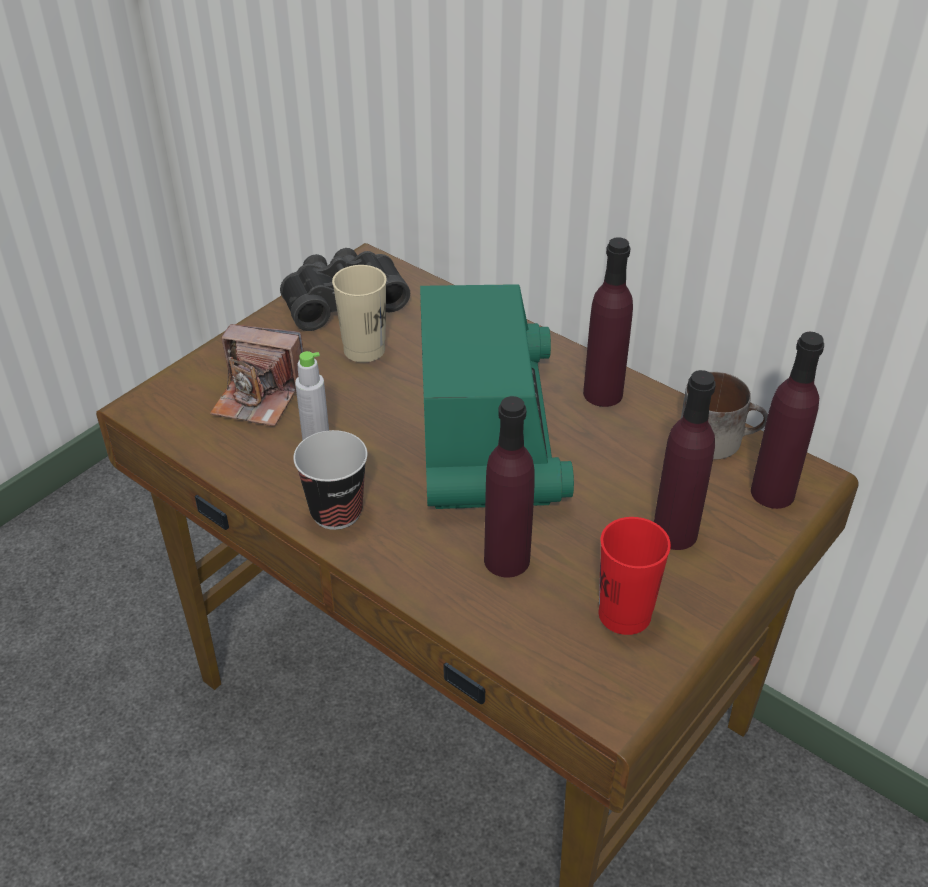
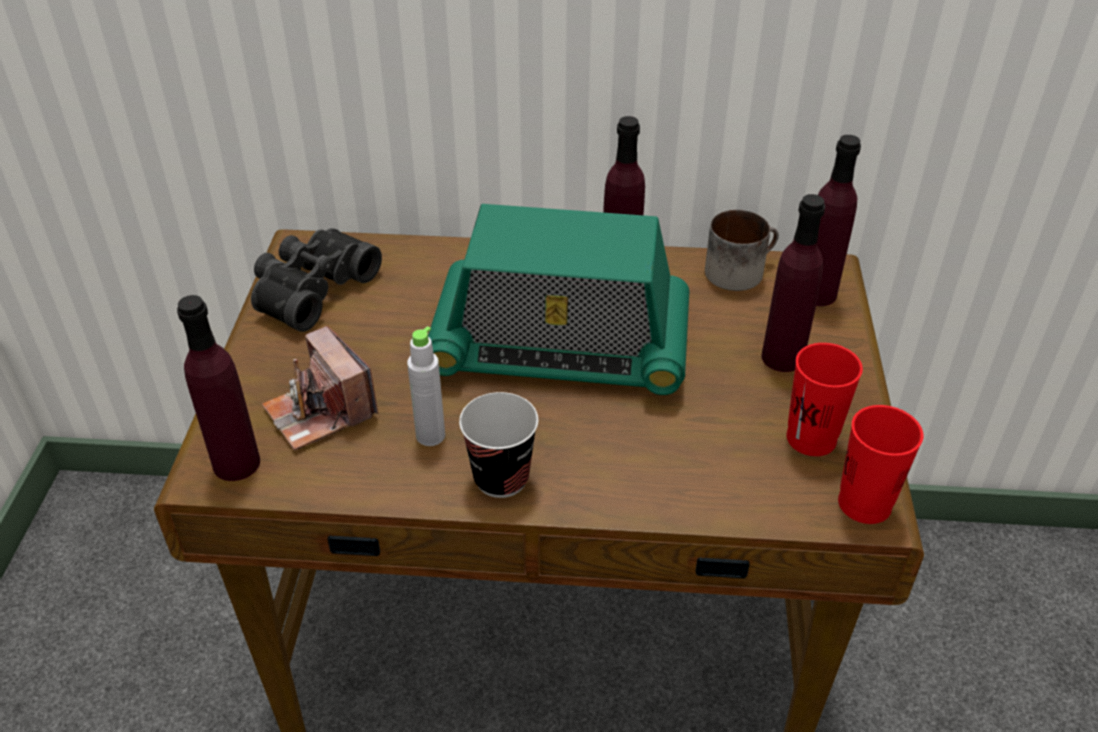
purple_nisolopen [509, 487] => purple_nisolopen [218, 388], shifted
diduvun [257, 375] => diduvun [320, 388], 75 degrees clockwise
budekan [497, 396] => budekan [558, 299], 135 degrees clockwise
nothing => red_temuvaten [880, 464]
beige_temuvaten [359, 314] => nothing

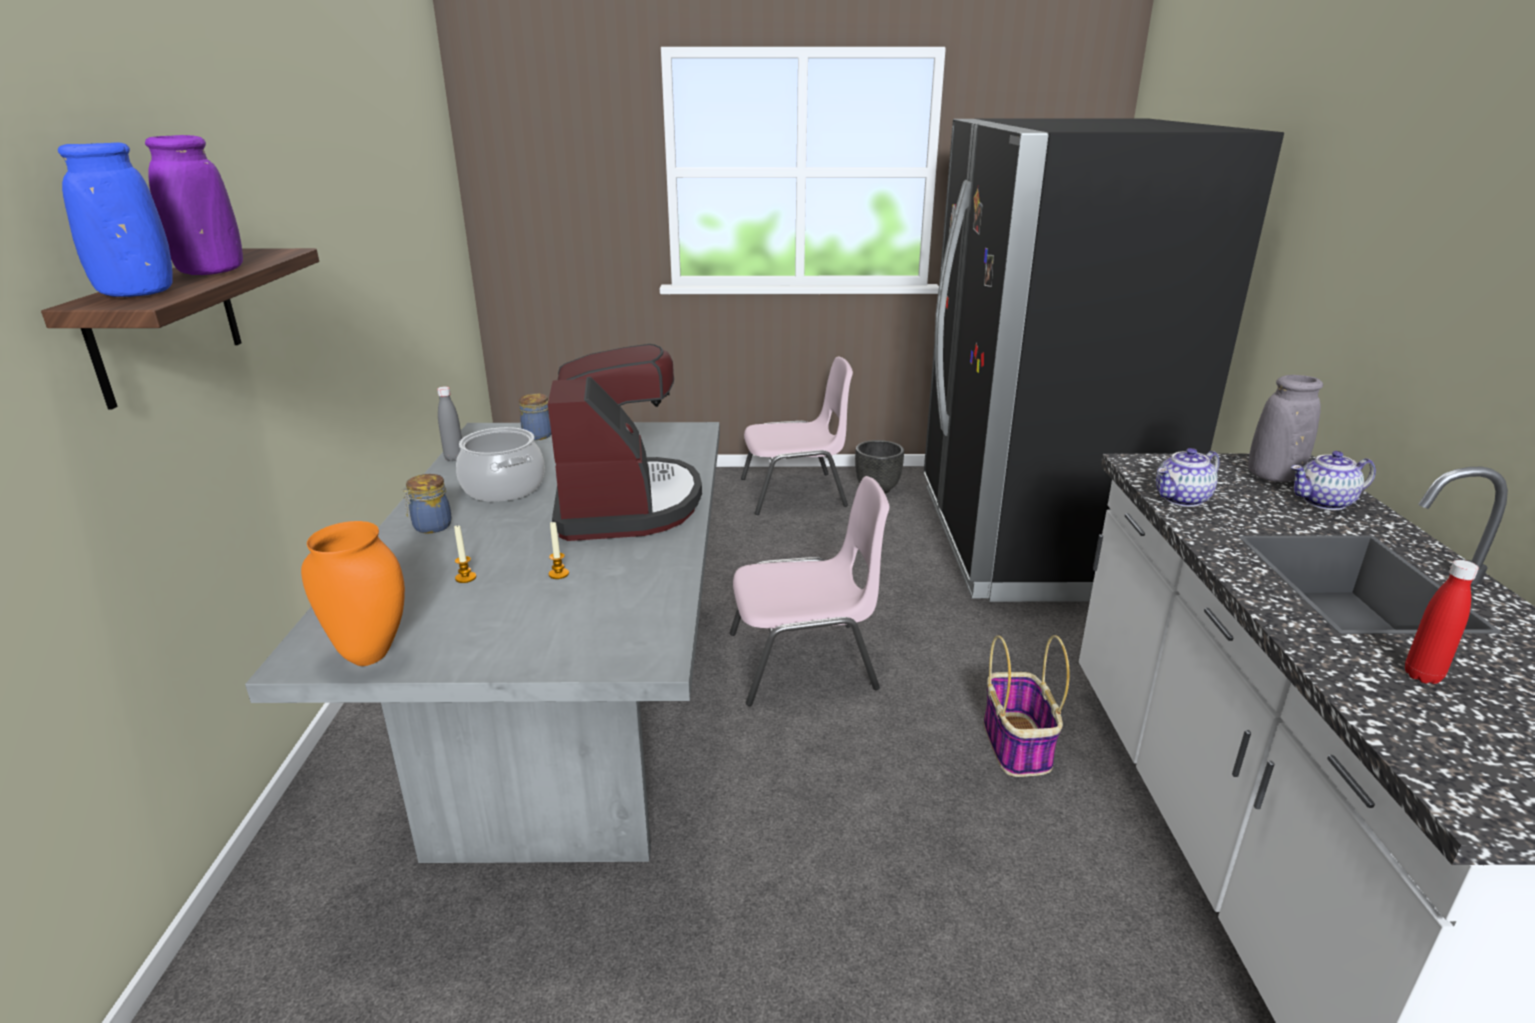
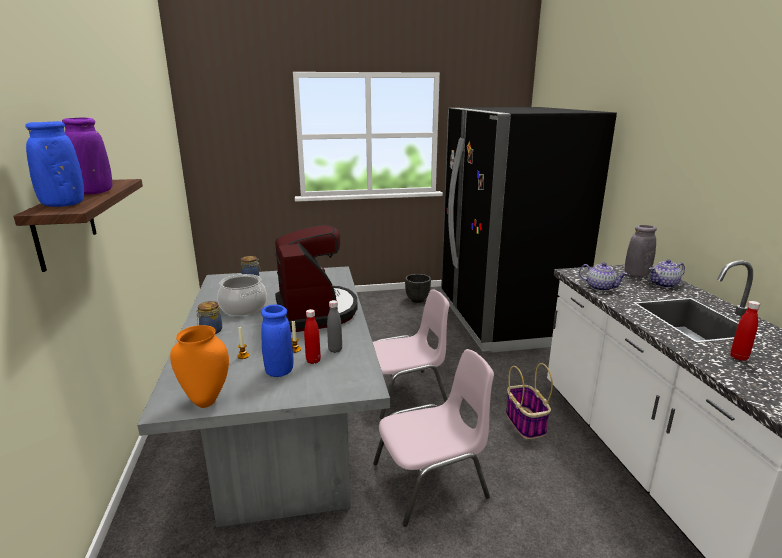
nothing => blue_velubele [277, 340]
nothing => red_nisolopen [312, 336]
grey_nisolopen [449, 423] => grey_nisolopen [334, 326], shifted
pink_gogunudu [797, 436] => pink_gogunudu [433, 438], shifted
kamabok [1187, 477] => kamabok [603, 276], 105 degrees counterclockwise

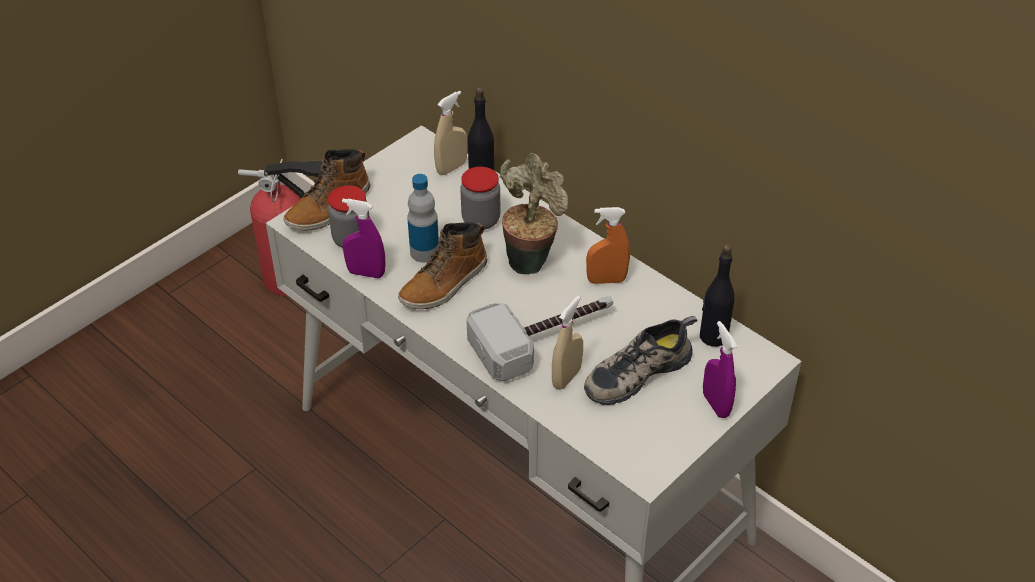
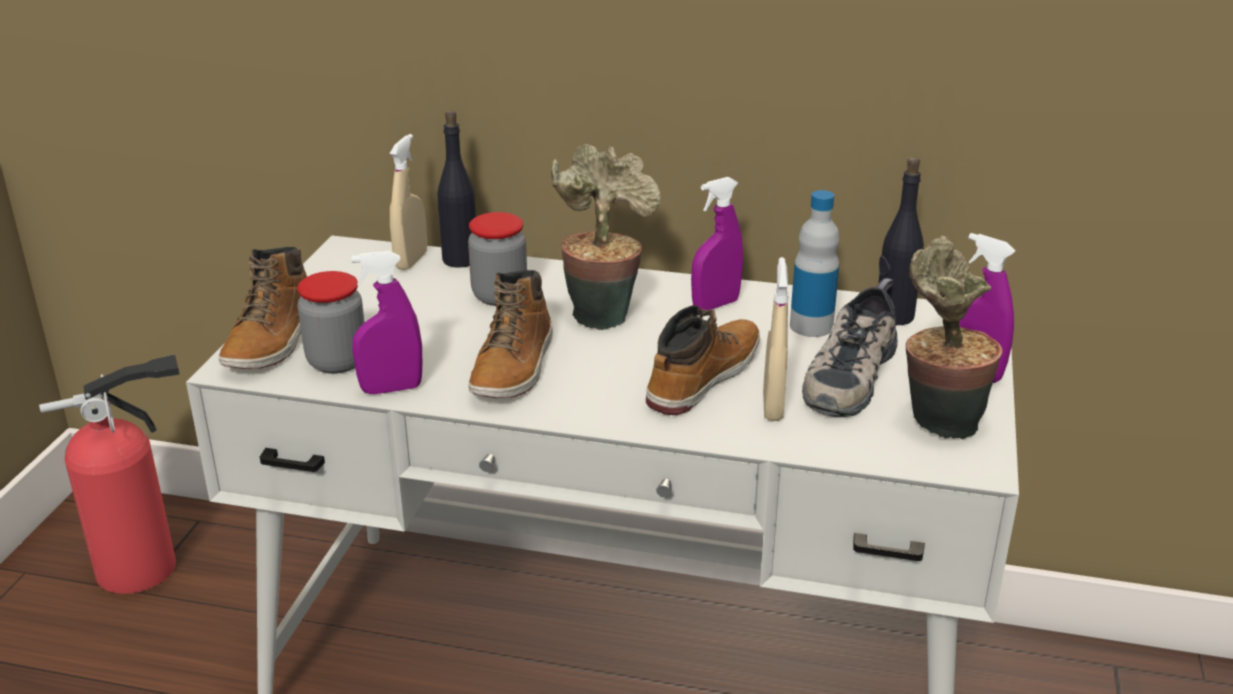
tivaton [540, 338] => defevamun [702, 360]
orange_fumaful [608, 245] => purple_fumaful [717, 243]
nisolopen [423, 218] => nisolopen [815, 263], shifted
nothing => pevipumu [954, 337]

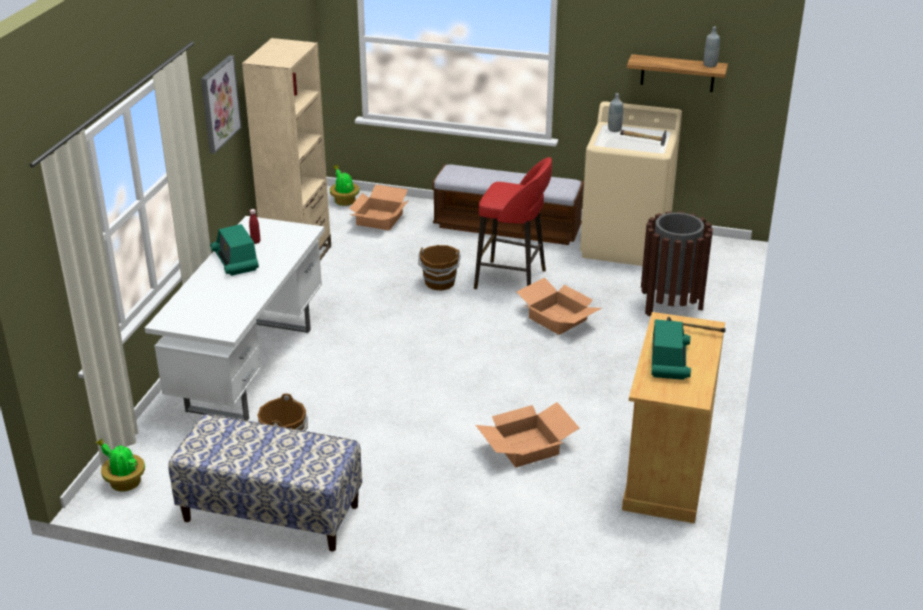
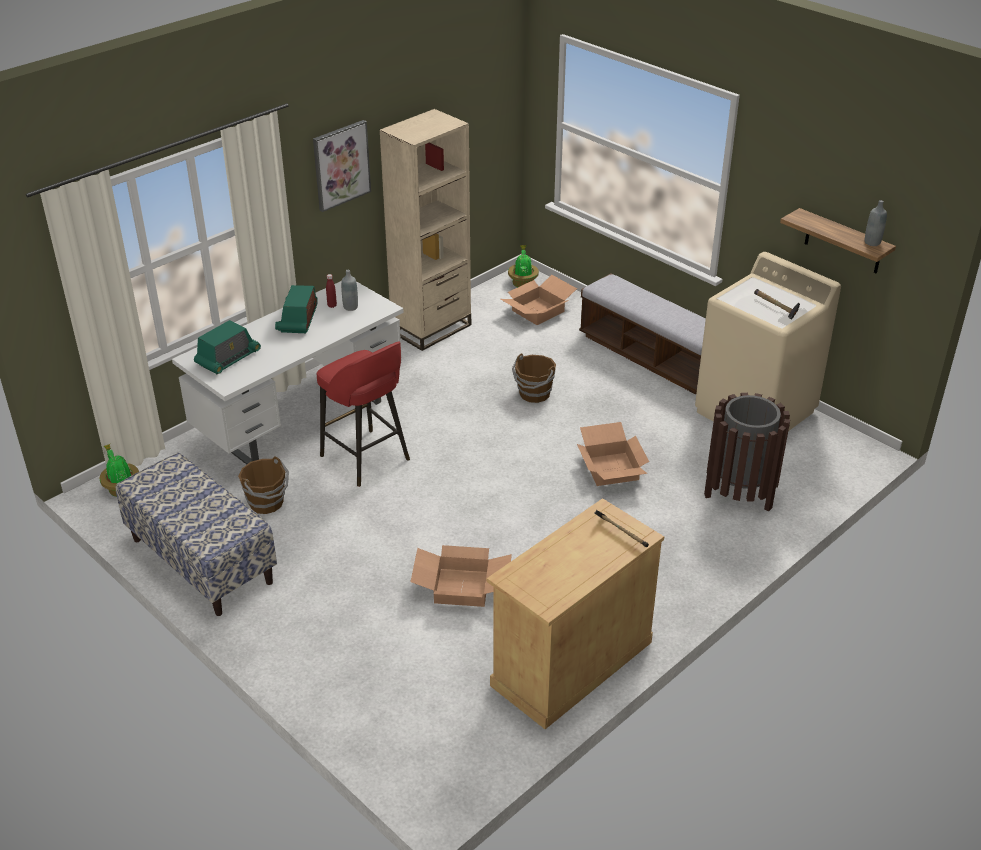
budekan [671, 349] => budekan [227, 347], shifted
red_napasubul [513, 223] => red_napasubul [363, 414], shifted
grey_nisolopen [615, 112] => grey_nisolopen [349, 290], shifted

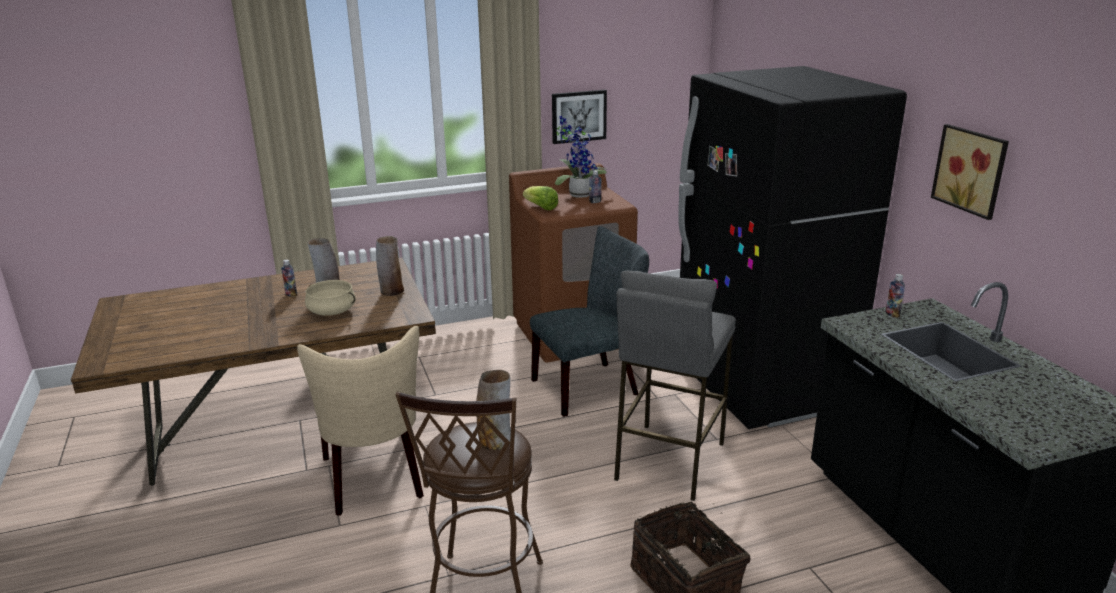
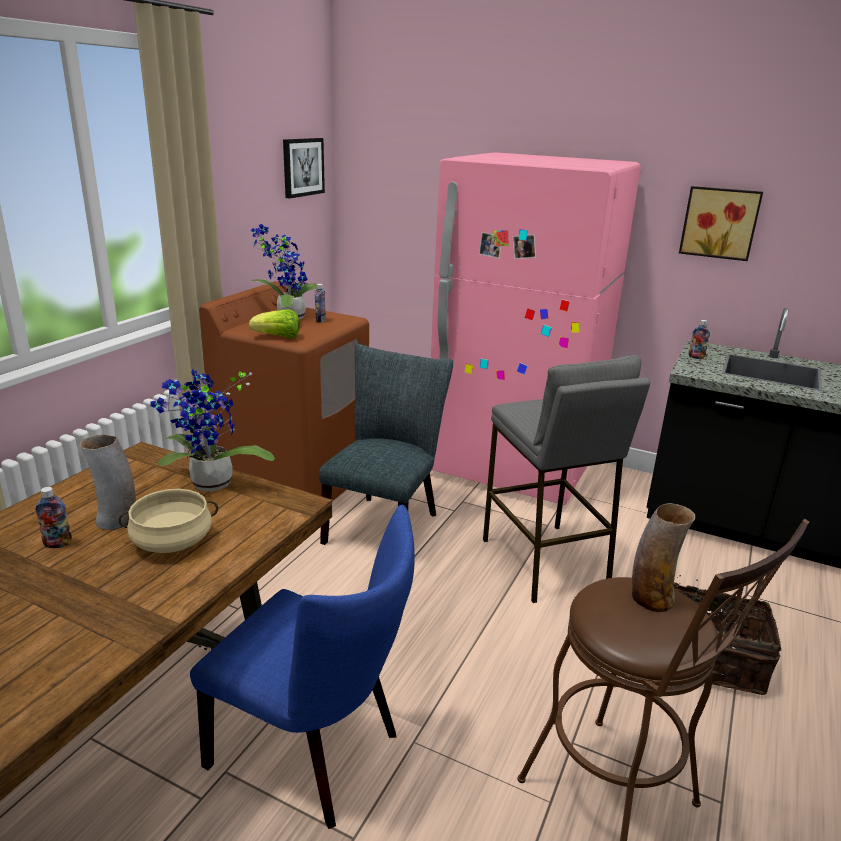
velubele [390, 266] => pevipumu [212, 430]
beige_gogunudu [360, 421] => blue_gogunudu [302, 667]
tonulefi [579, 117] => tonulefi [304, 168], shifted
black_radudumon [792, 247] => pink_radudumon [536, 328]

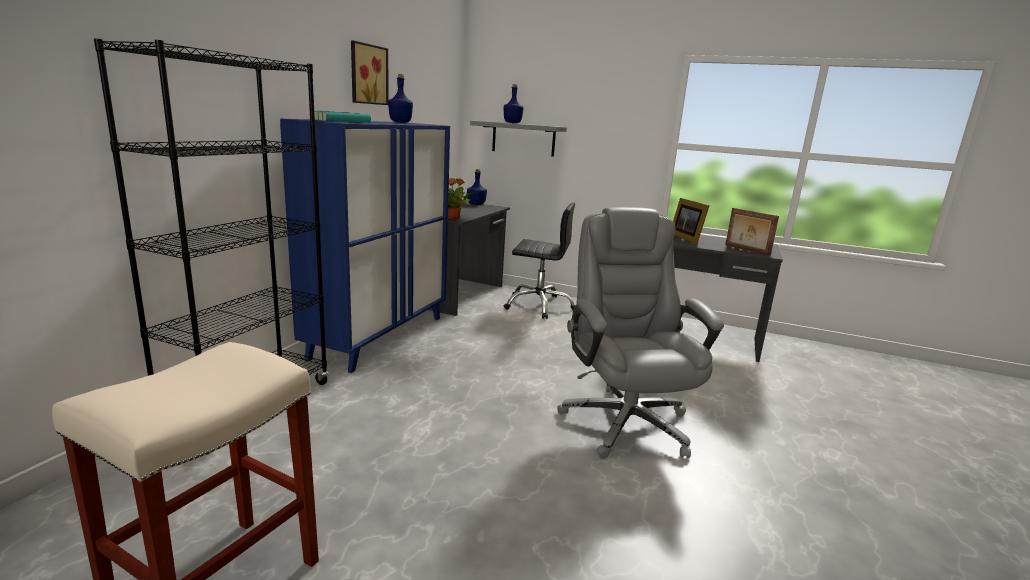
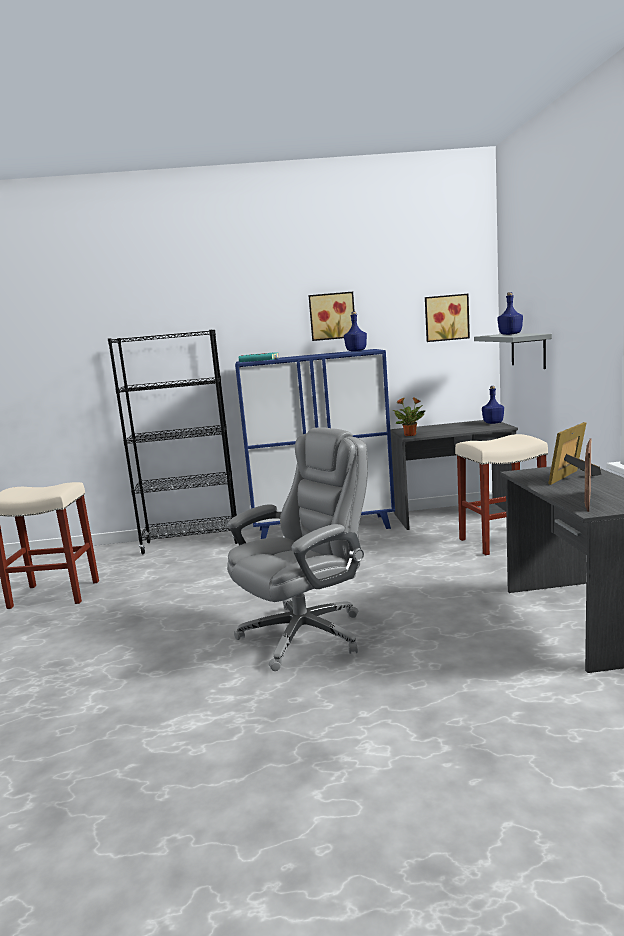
nothing => tonulefi [447, 318]
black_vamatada [539, 260] => beige_napasubul [501, 494]

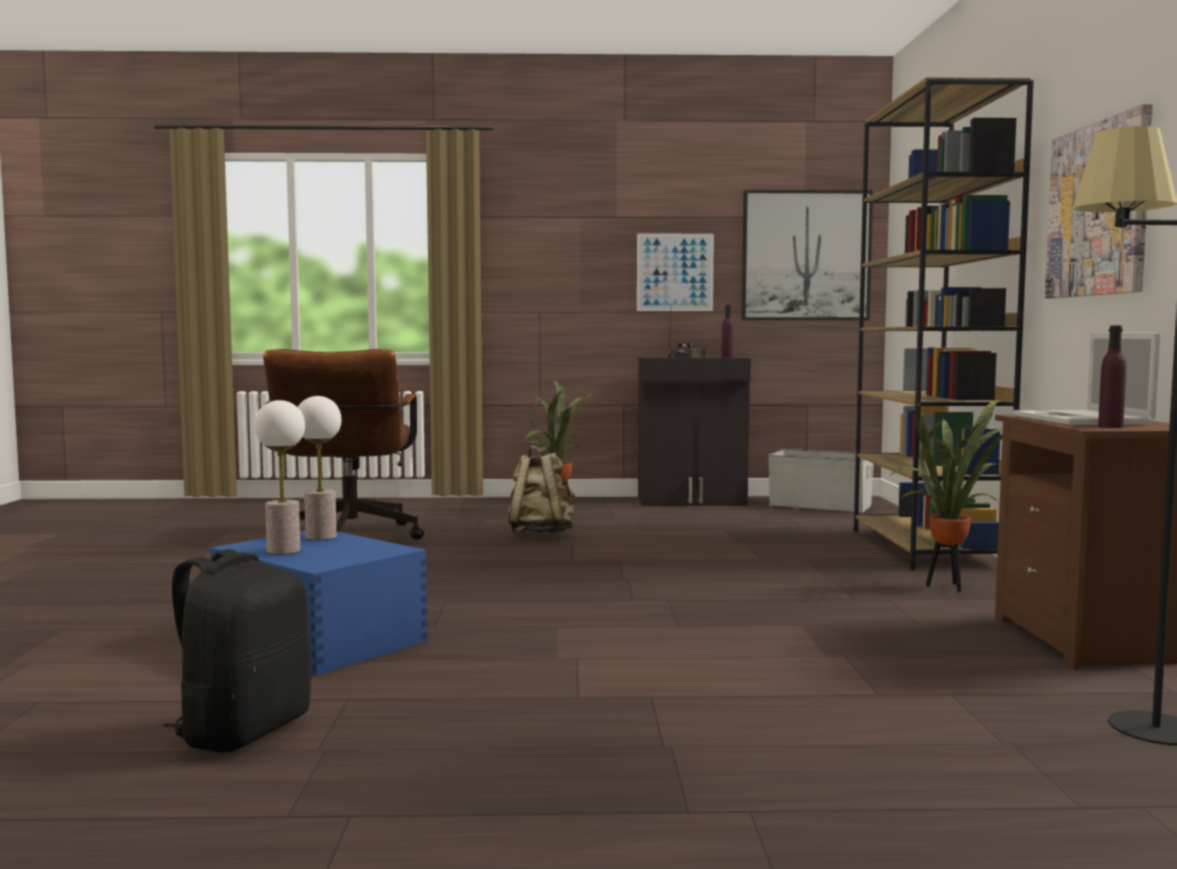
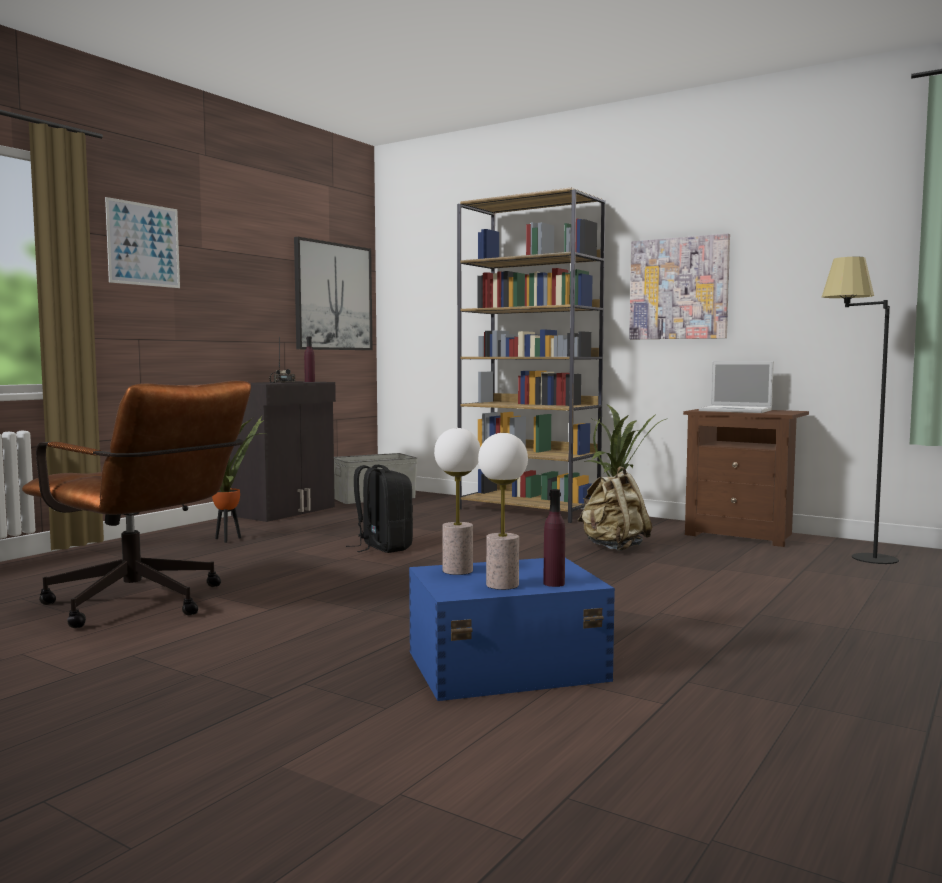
tonulefi [675, 272] => tonulefi [142, 242], shifted
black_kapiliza [237, 651] => black_kapiliza [379, 509], shifted
purple_nisolopen [1112, 377] => purple_nisolopen [554, 538], shifted
beige_kapiliza [541, 490] => beige_kapiliza [615, 508], shifted

